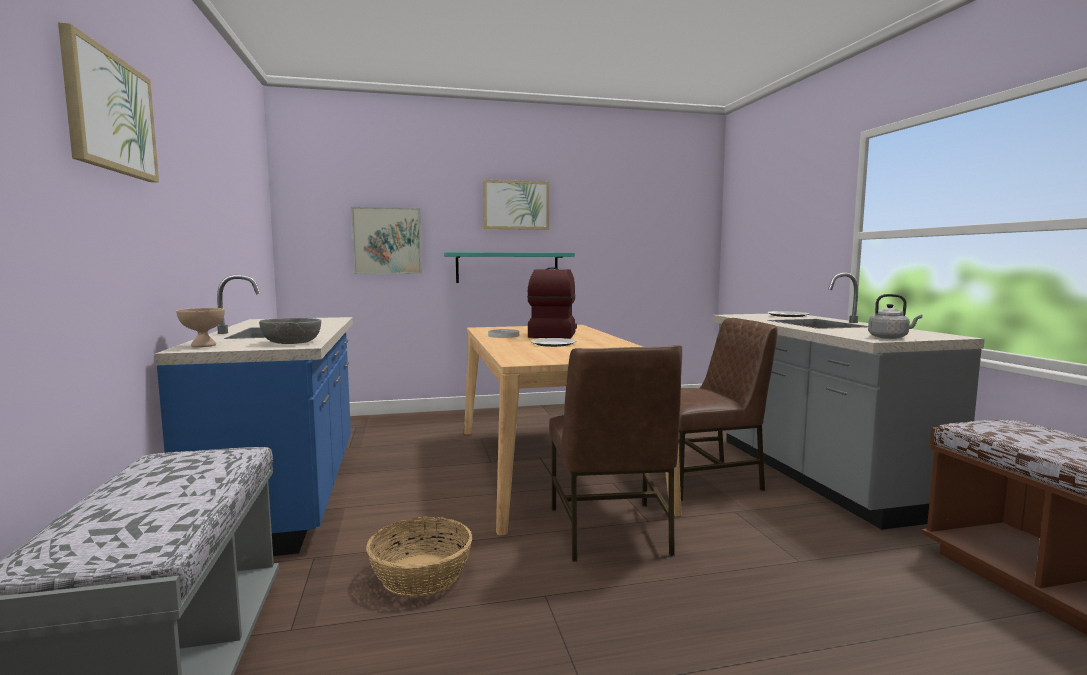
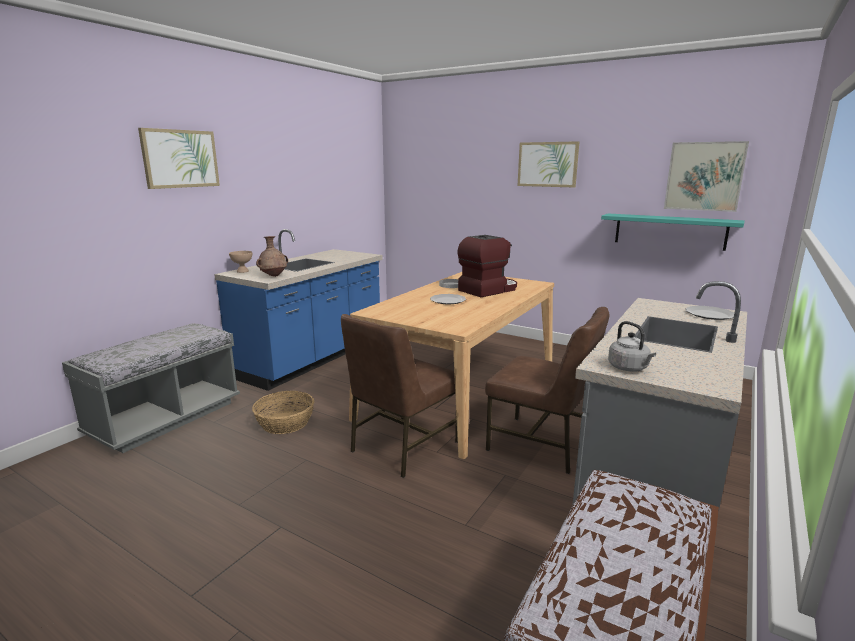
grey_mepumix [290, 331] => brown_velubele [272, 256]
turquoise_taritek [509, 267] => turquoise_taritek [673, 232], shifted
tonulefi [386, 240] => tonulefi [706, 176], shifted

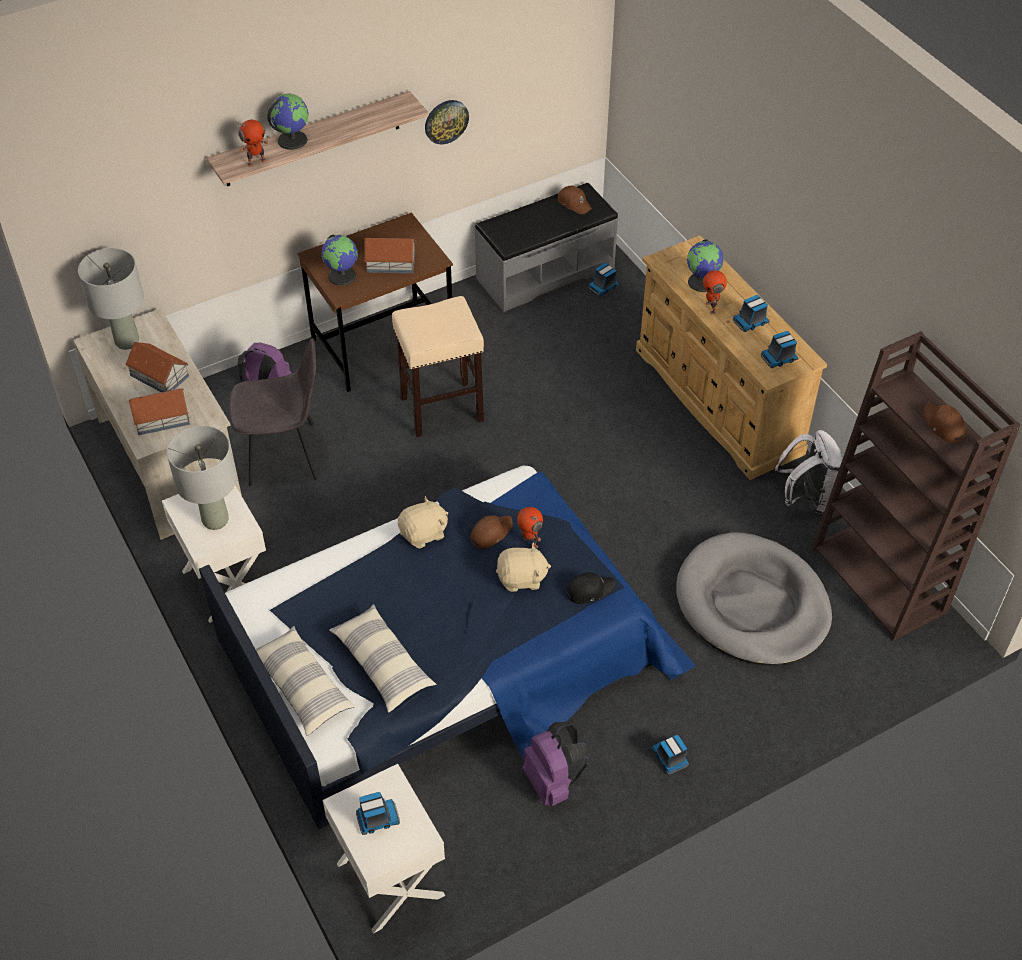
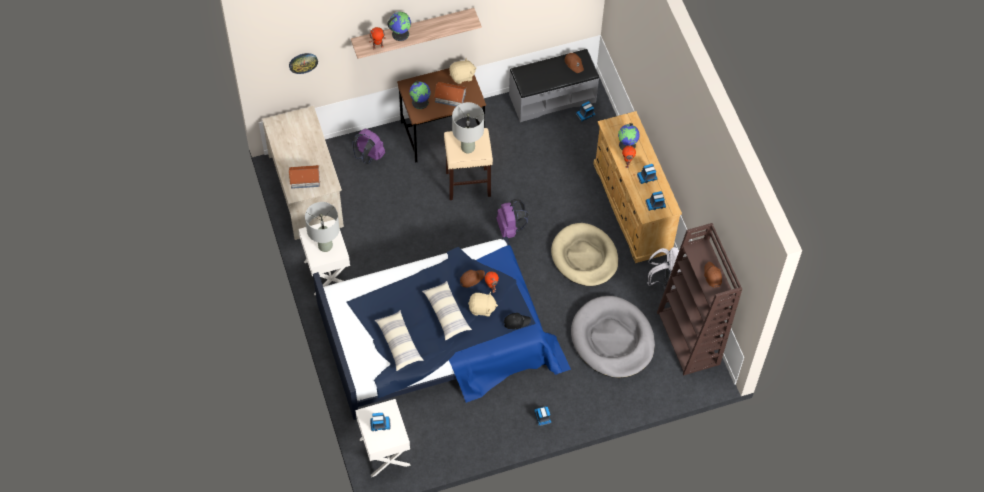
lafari [447, 122] => lafari [303, 63], shifted
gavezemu [306, 681] => gavezemu [447, 311], shifted
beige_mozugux [423, 522] => beige_mozugux [462, 71], shifted
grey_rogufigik [111, 299] => grey_rogufigik [468, 127], shifted
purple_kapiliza [556, 764] => purple_kapiliza [512, 218], shifted
nothing => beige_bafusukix [585, 255]
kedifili [157, 367] => nothing
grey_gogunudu [273, 412] => nothing

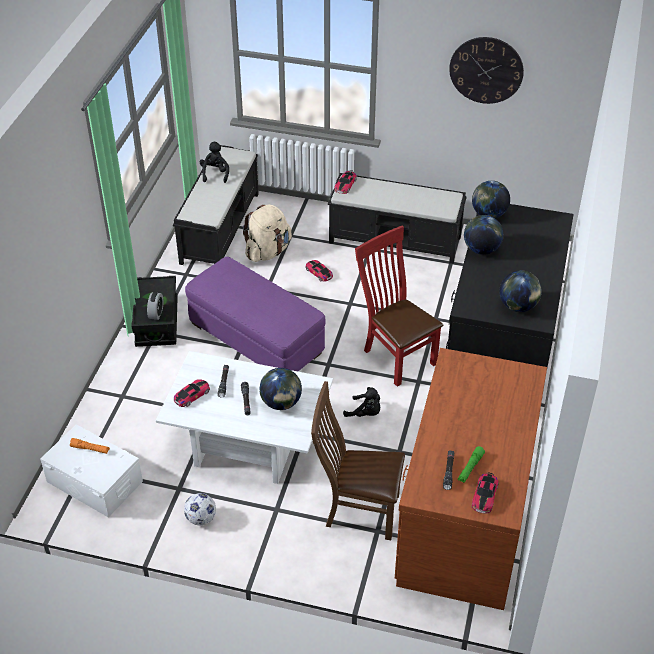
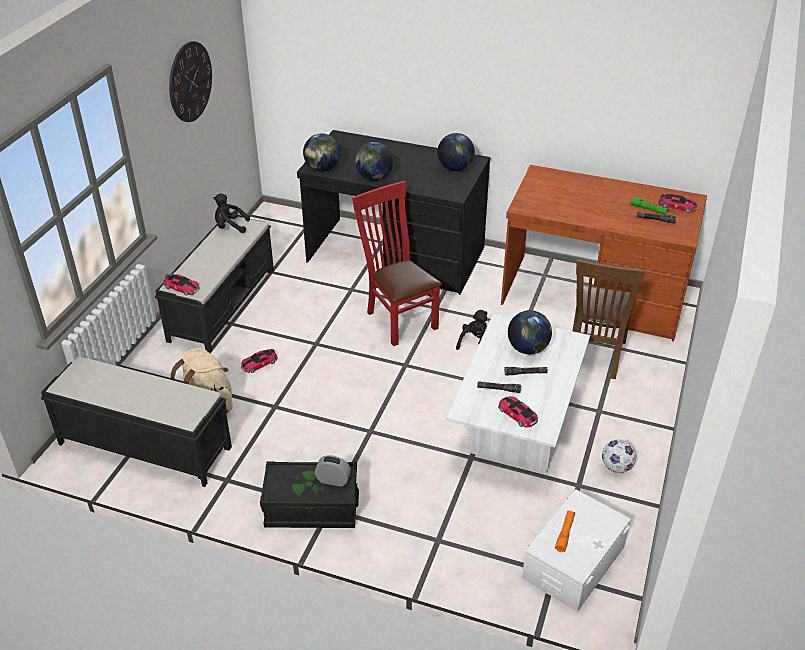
black_mozugux [214, 162] => black_mozugux [231, 213], shifted
red_gogunudu [399, 306] => red_gogunudu [397, 263], 90 degrees clockwise
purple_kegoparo [255, 314] => nothing

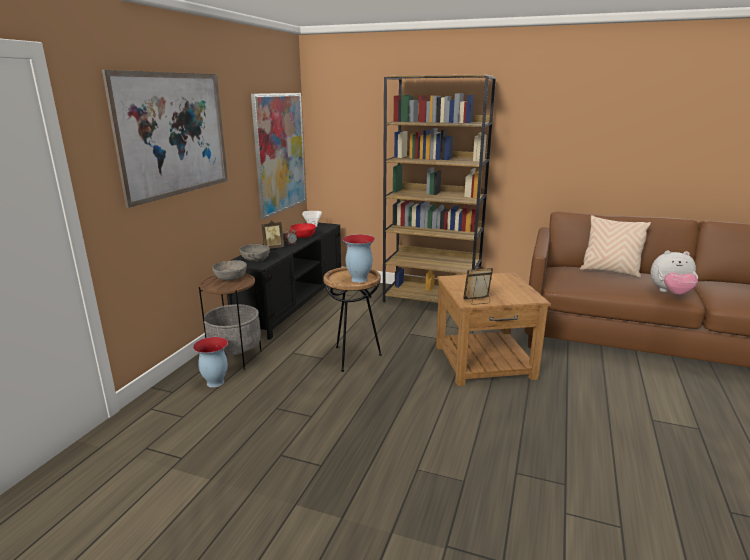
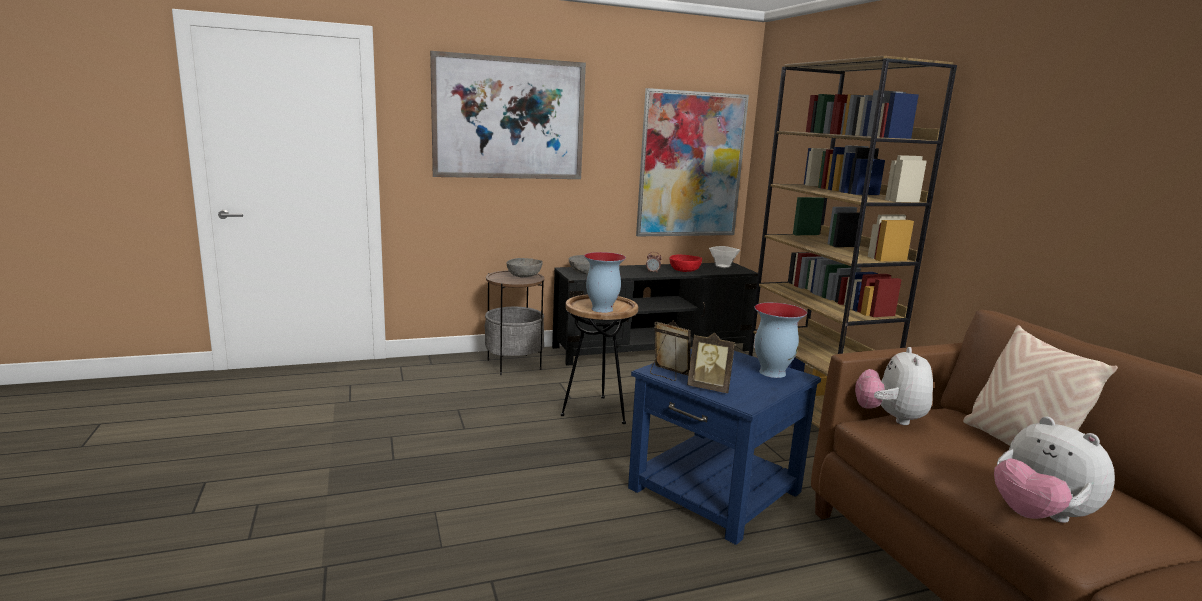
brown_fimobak [493, 329] => blue_fimobak [724, 447]
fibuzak [272, 234] => fibuzak [711, 363], shifted
velubele [210, 362] => velubele [781, 340], shifted
nothing => mozugux [894, 386]

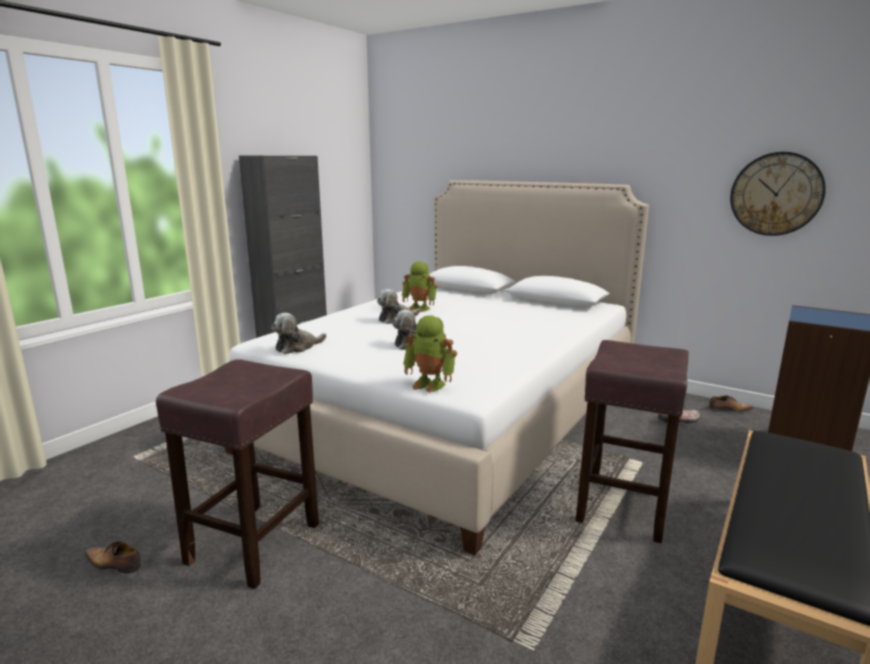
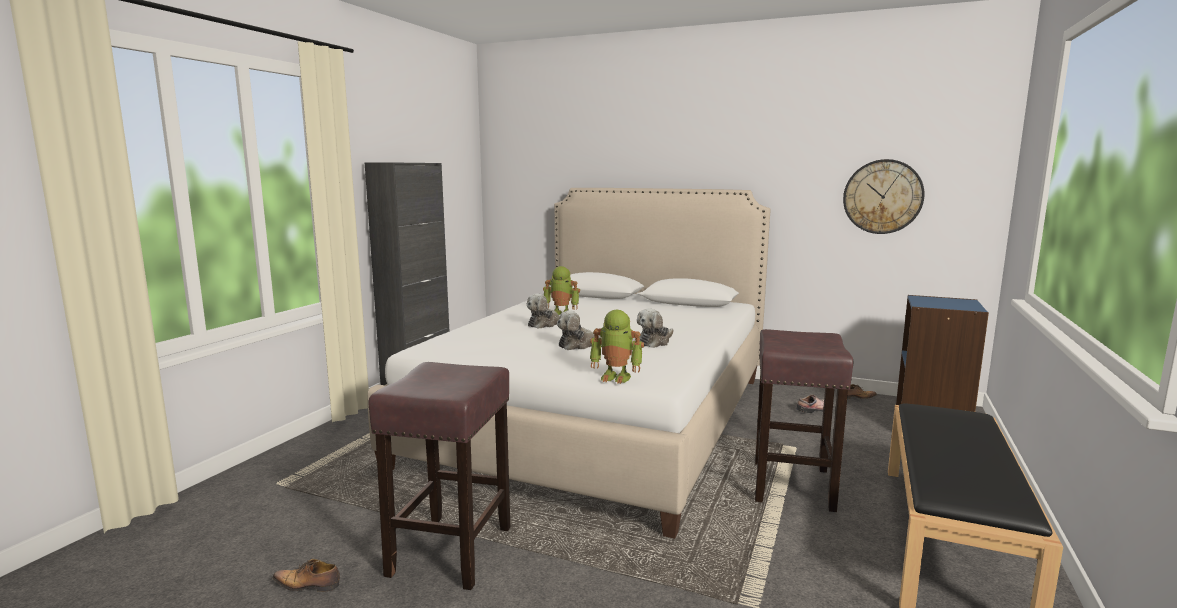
mozugux [299, 333] => mozugux [655, 328], shifted

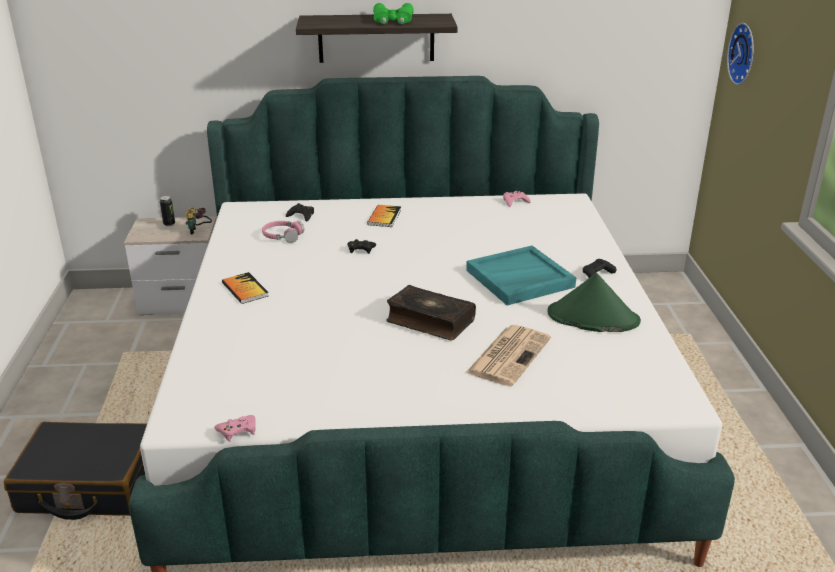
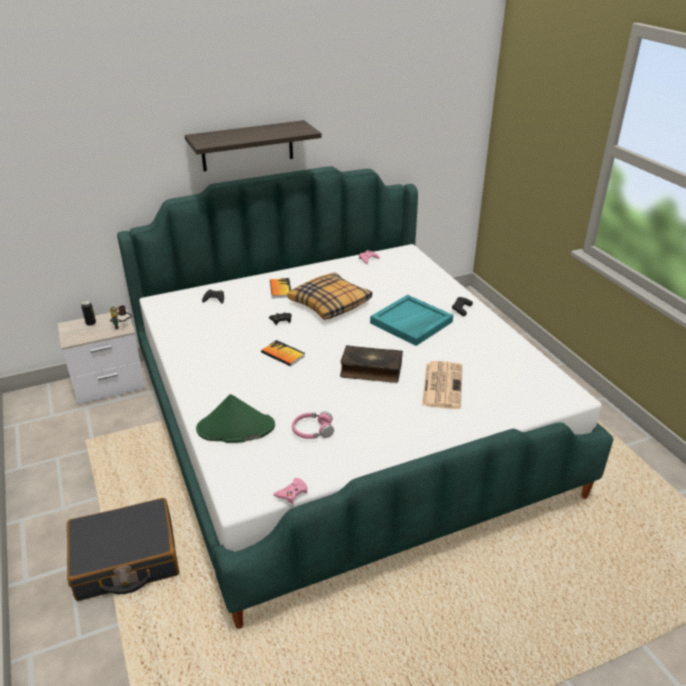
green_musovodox [594, 302] => green_musovodox [235, 418], shifted
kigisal [245, 288] => kigisal [283, 353], shifted
nothing => gavezemu [330, 296]
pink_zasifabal [283, 232] => pink_zasifabal [313, 425], shifted
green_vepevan [393, 13] => nothing
lafari [740, 54] => nothing

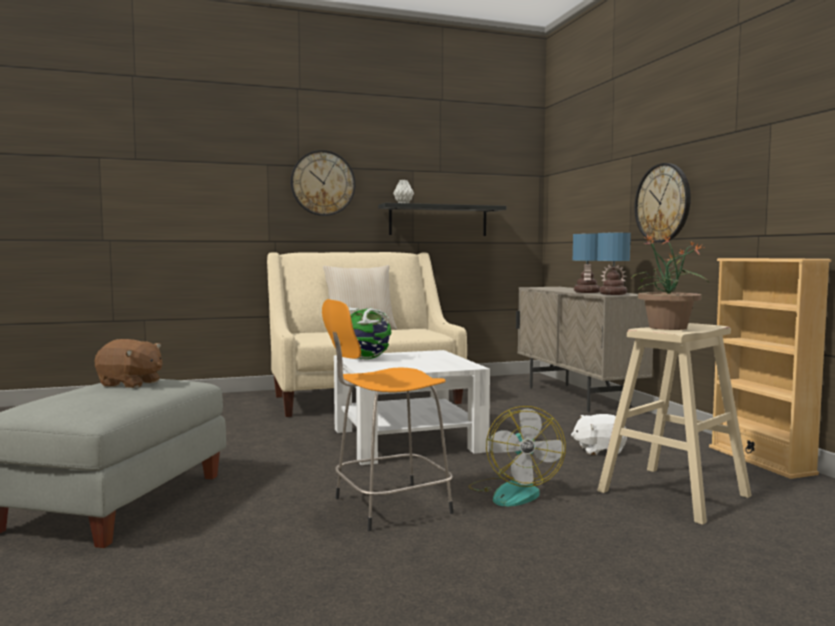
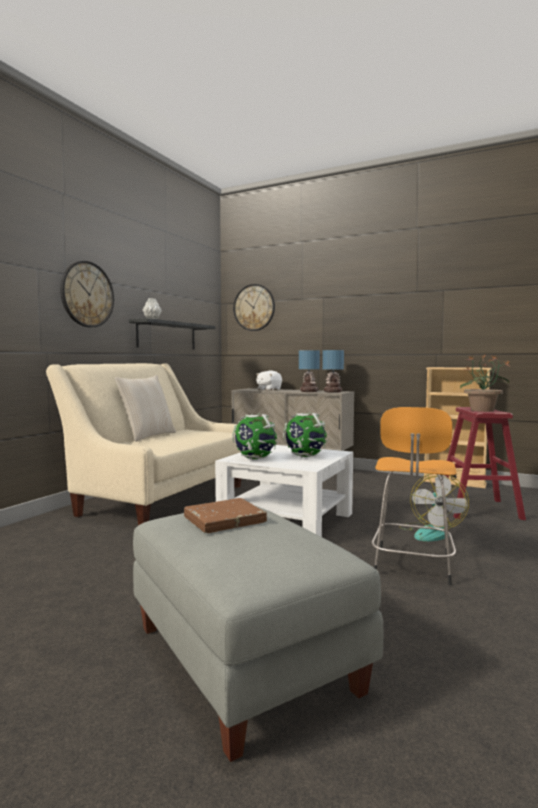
brown_mozugux [128, 363] => brown_kigisal [225, 515]
lafari [662, 203] => lafari [254, 307], shifted
white_mozugux [599, 434] => white_mozugux [269, 380], shifted
nothing => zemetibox [305, 435]
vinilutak [517, 456] => vinilutak [434, 507], 60 degrees clockwise
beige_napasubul [674, 424] => red_napasubul [485, 463]

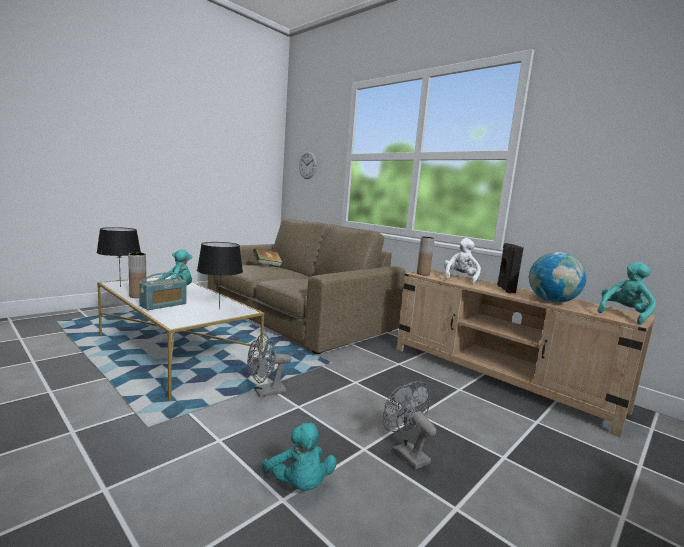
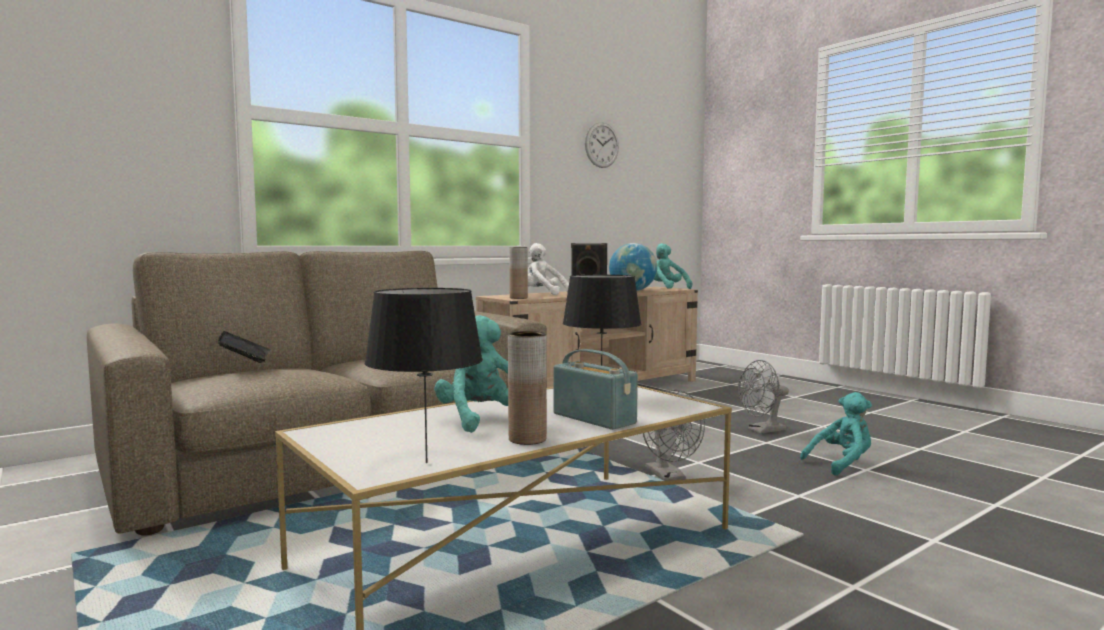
lafari [308, 165] => lafari [602, 145], shifted

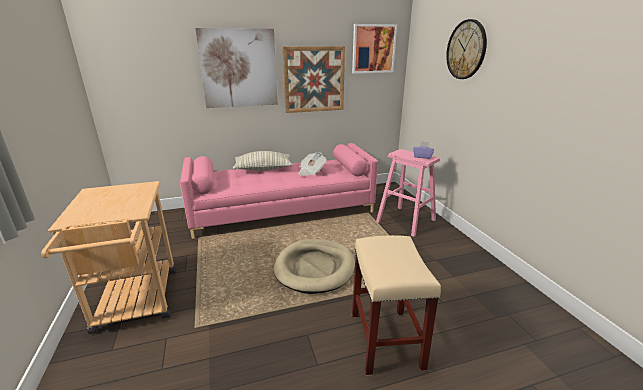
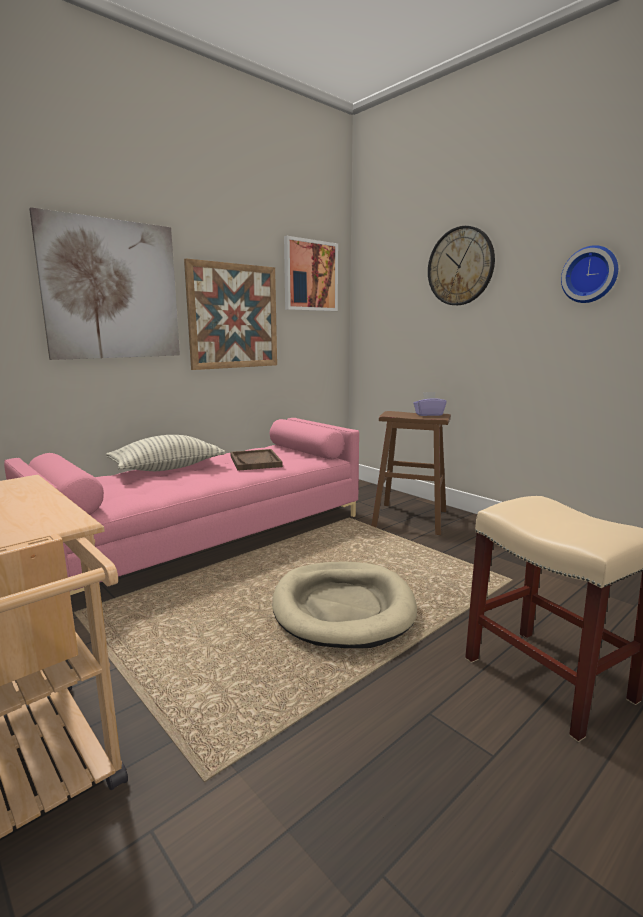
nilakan [312, 164] => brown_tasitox [256, 460]
pink_napasubul [408, 193] => brown_napasubul [411, 473]
nothing => lafari [589, 274]

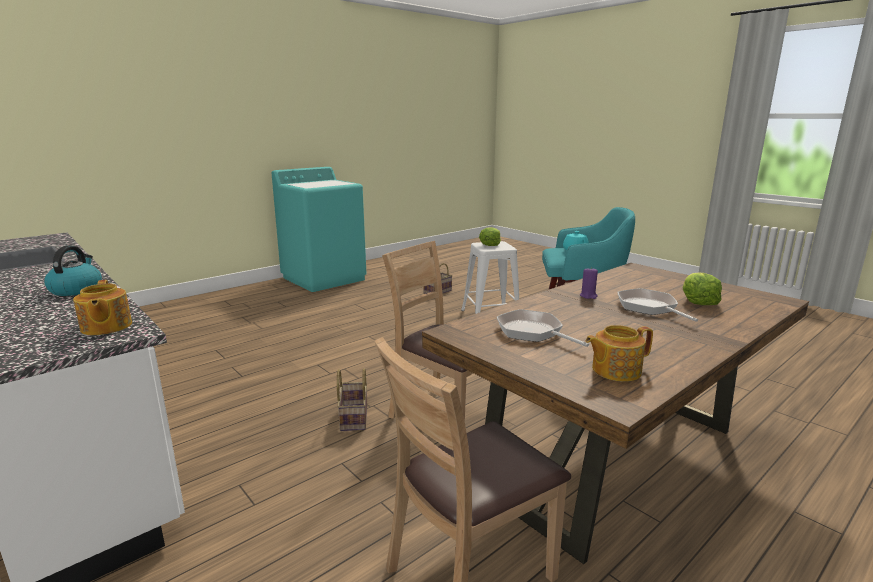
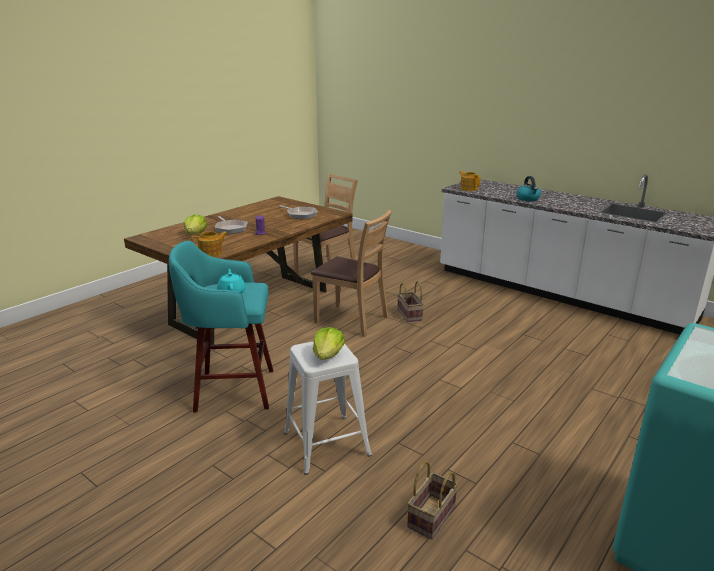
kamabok [619, 353] => kamabok [209, 244], shifted

